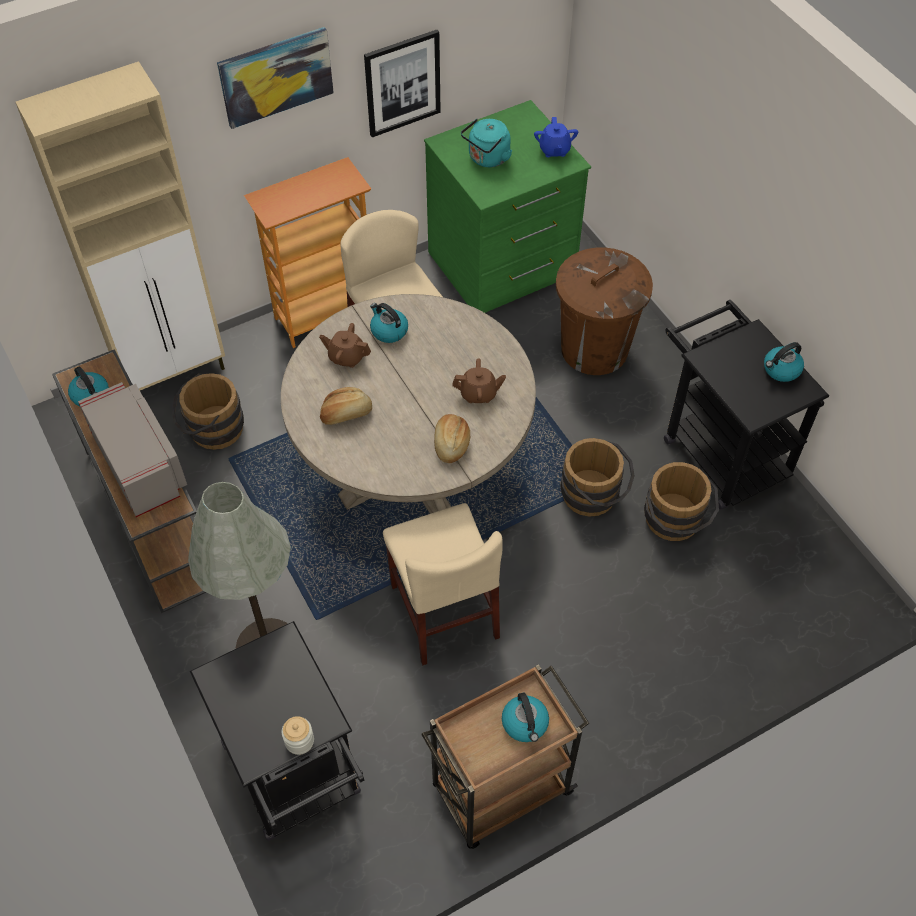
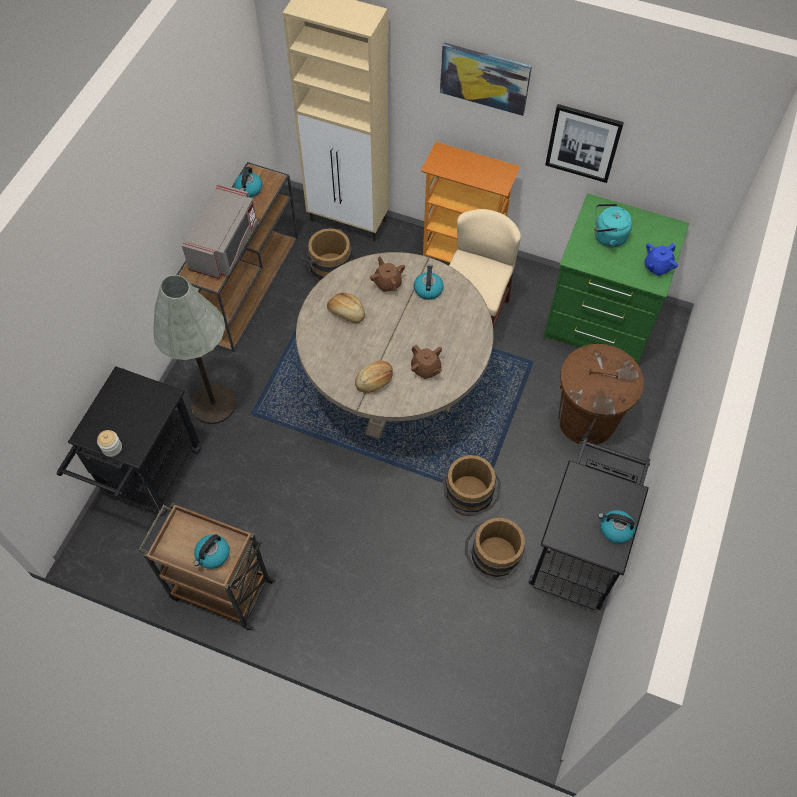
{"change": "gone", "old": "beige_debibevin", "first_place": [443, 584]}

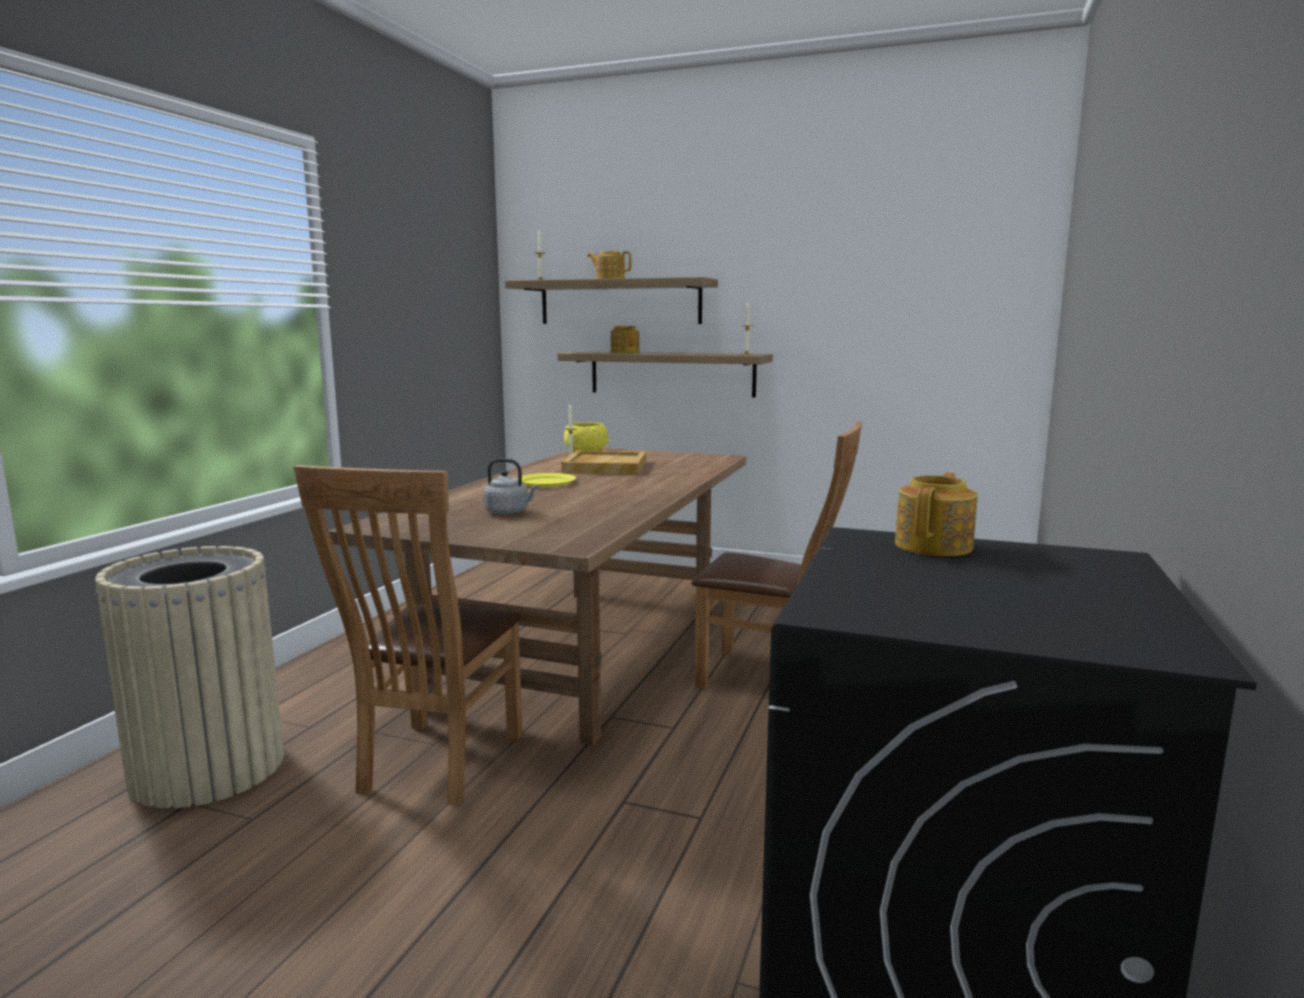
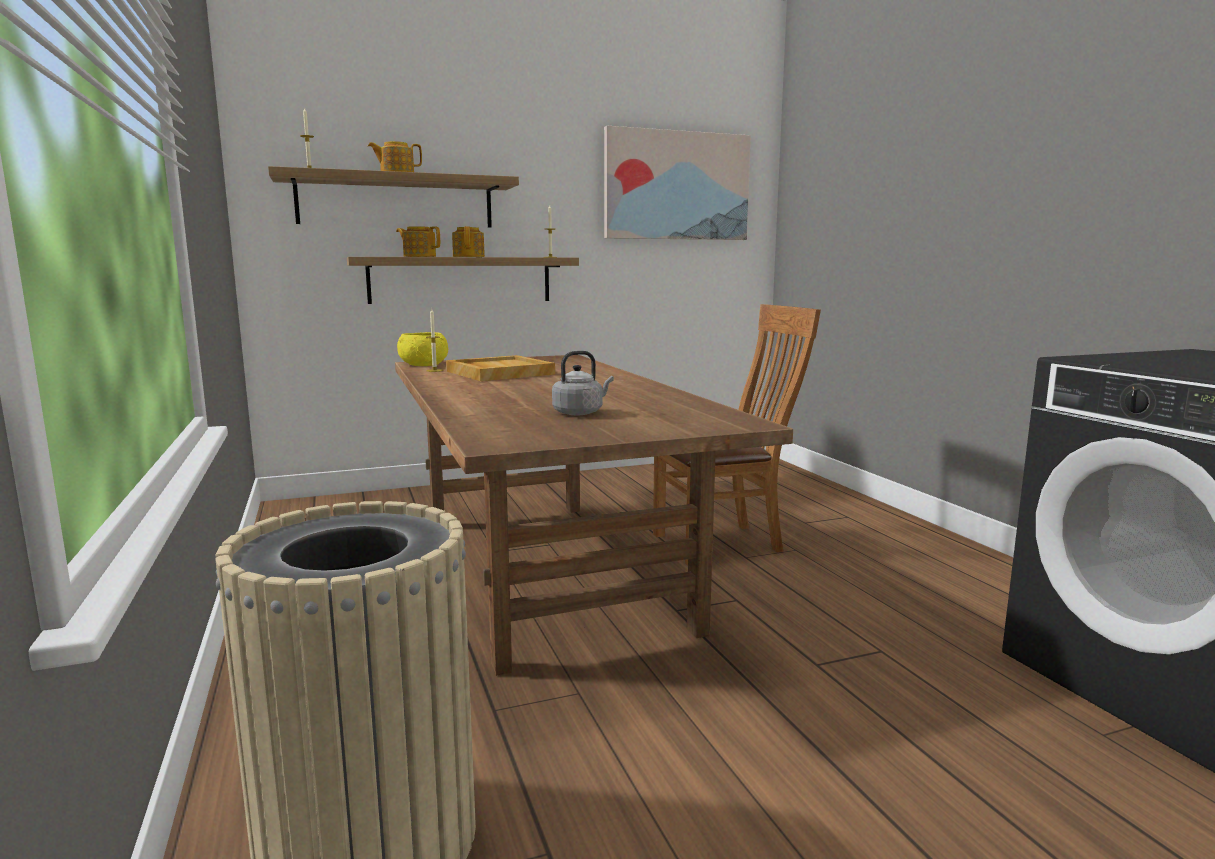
{"change": "shifted", "old": "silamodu", "first_place": [936, 514], "second_place": [468, 241]}
{"change": "new", "new": "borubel", "second_place": [677, 183]}
{"change": "gone", "old": "brown_debibevin", "first_place": [408, 635]}
{"change": "gone", "old": "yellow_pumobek", "first_place": [546, 480]}

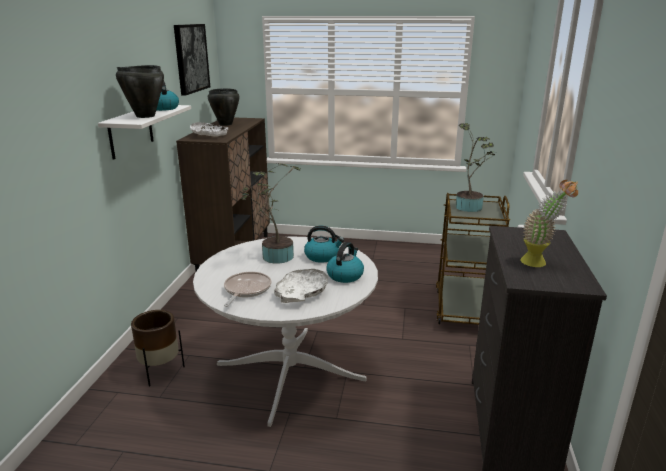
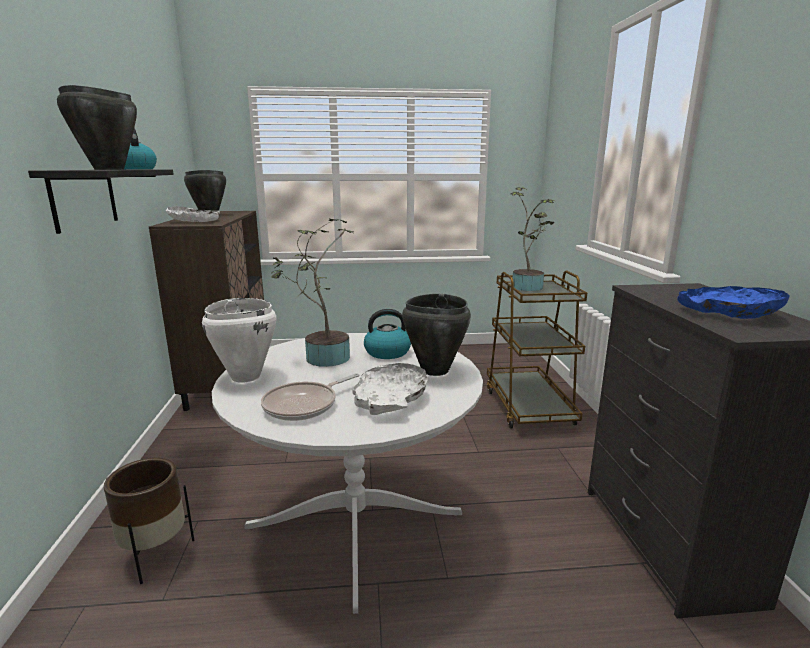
{"change": "repainted", "old": "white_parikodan", "new": "black_parikodan", "first_place": [144, 132], "second_place": [101, 202]}
{"change": "new", "new": "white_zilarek", "second_place": [239, 340]}
{"change": "rotated", "old": "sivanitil", "first_place": [247, 289], "second_place": [310, 397], "degrees": -135}
{"change": "swapped", "old": "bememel", "new": "black_zilarek", "first_place": [345, 262], "second_place": [436, 335]}
{"change": "swapped", "old": "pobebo", "new": "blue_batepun", "first_place": [549, 223], "second_place": [733, 302]}
{"change": "gone", "old": "borubel", "first_place": [192, 59]}

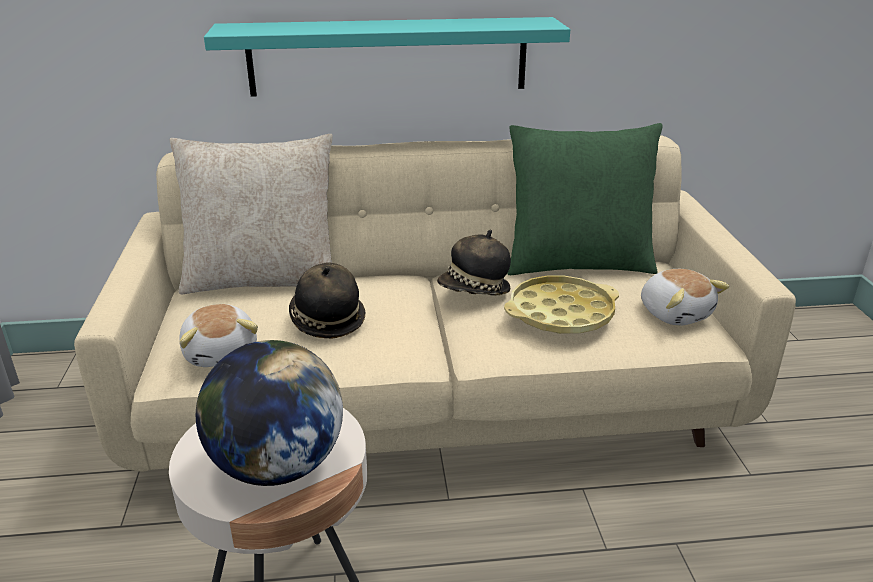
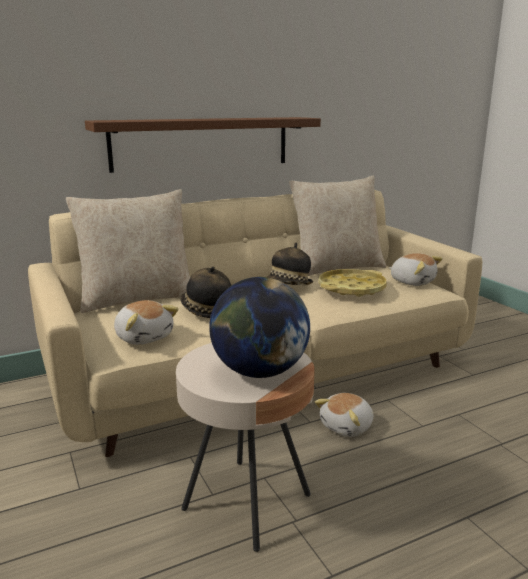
{"change": "repainted", "old": "turquoise_parikodan", "new": "brown_parikodan", "first_place": [387, 57], "second_place": [203, 145]}
{"change": "repainted", "old": "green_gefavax", "new": "beige_gefavax", "first_place": [585, 199], "second_place": [338, 226]}
{"change": "new", "new": "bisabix", "second_place": [344, 415]}

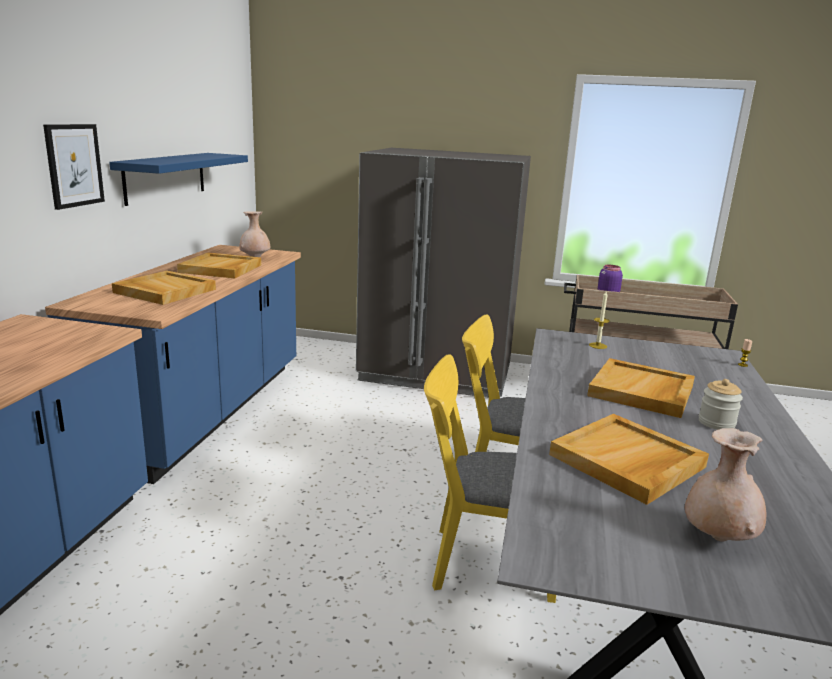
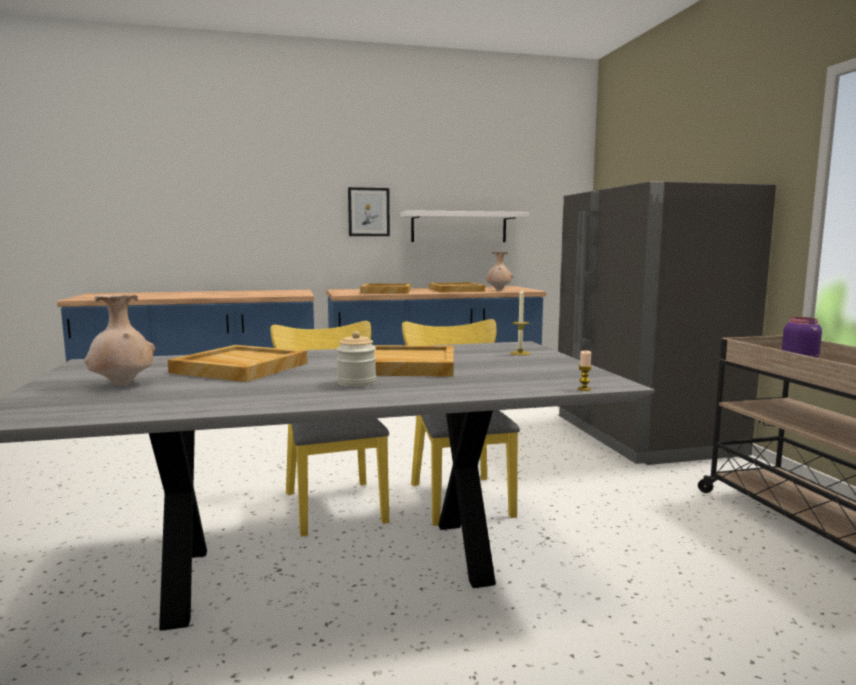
{"change": "repainted", "old": "blue_parikodan", "new": "white_parikodan", "first_place": [178, 179], "second_place": [464, 226]}

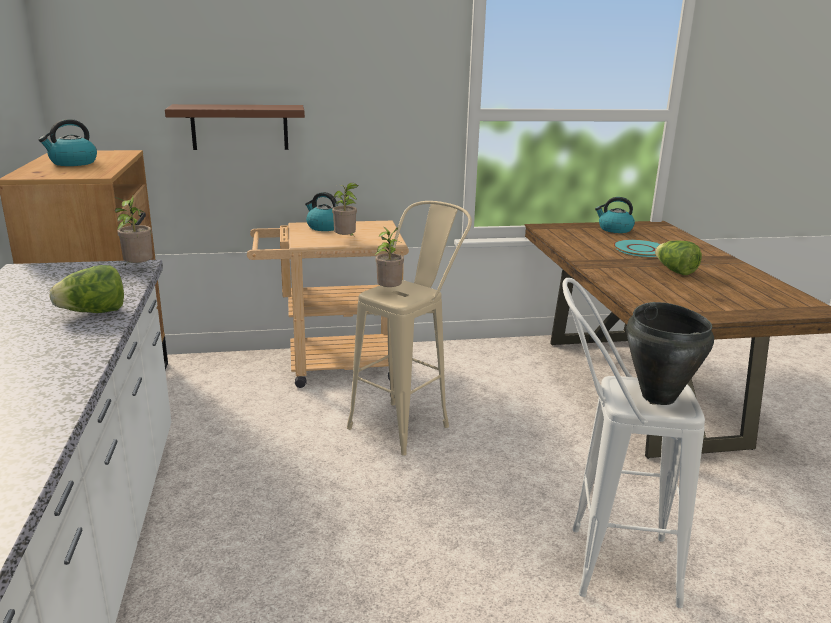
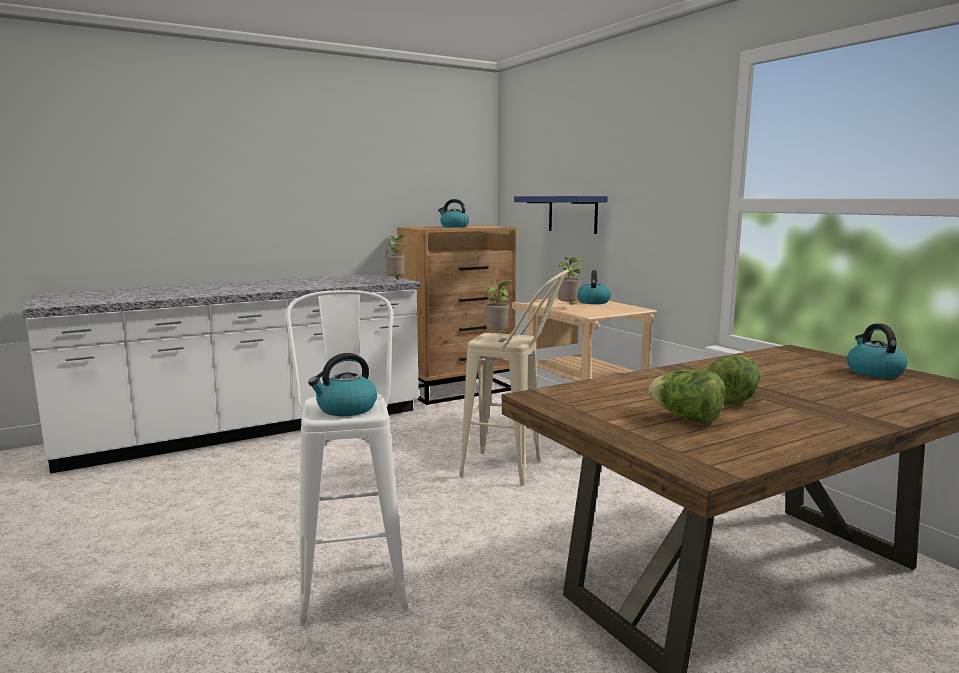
{"change": "swapped", "old": "black_zilarek", "new": "bememel", "first_place": [670, 353], "second_place": [342, 384]}
{"change": "repainted", "old": "brown_parikodan", "new": "blue_parikodan", "first_place": [235, 127], "second_place": [561, 215]}
{"change": "shifted", "old": "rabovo", "first_place": [86, 289], "second_place": [687, 397]}
{"change": "gone", "old": "turquoise_pumobek", "first_place": [636, 248]}

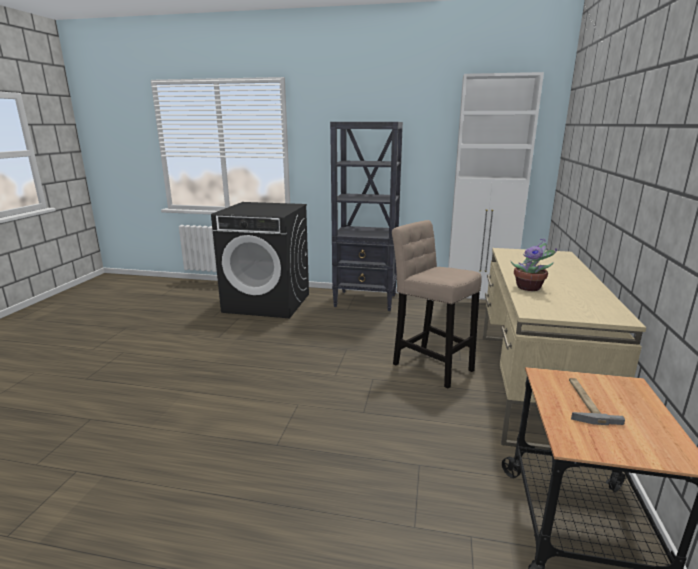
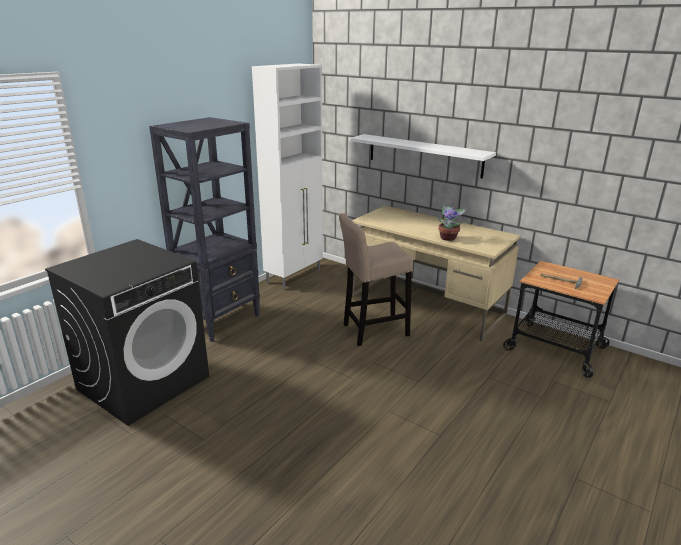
{"change": "new", "new": "white_parikodan", "second_place": [422, 156]}

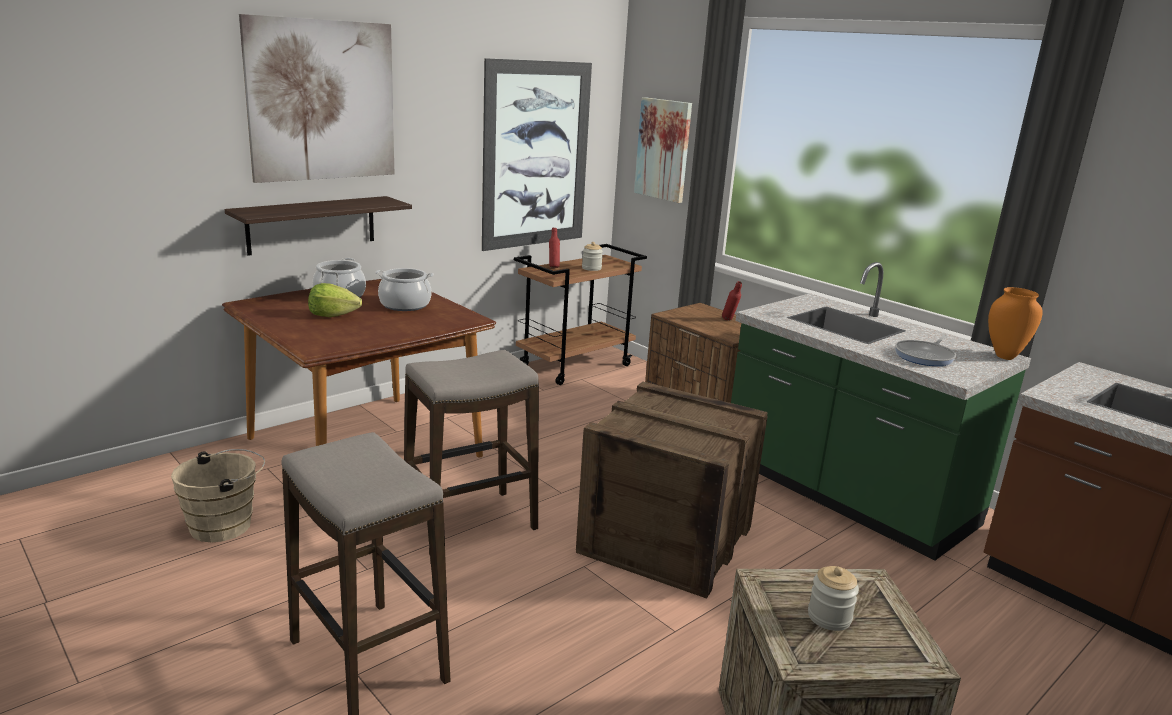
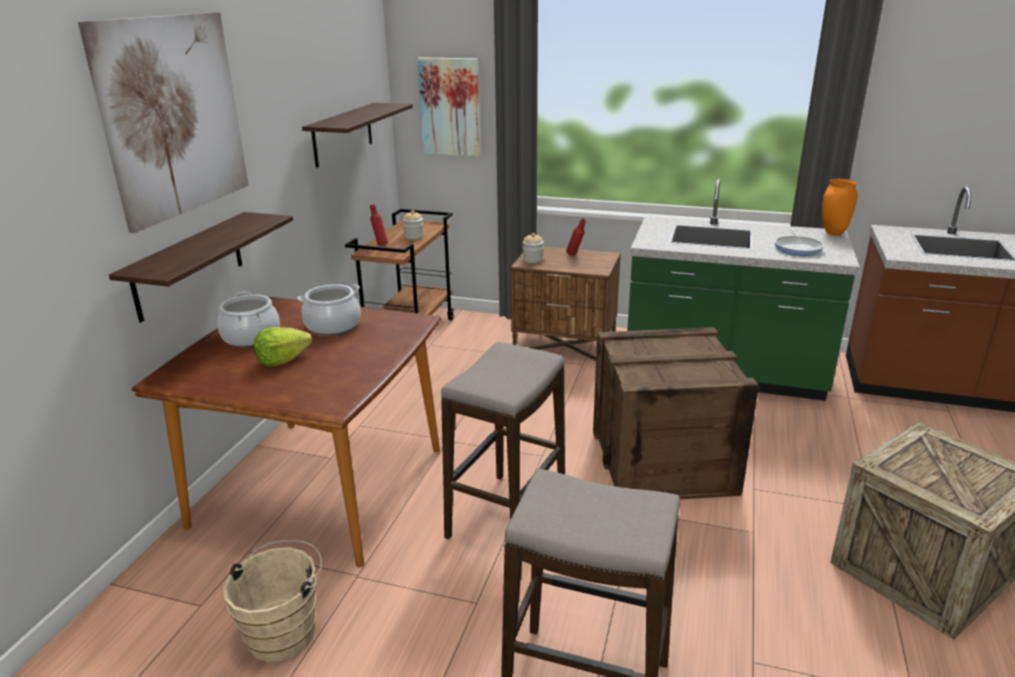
{"change": "swapped", "old": "borubel", "new": "parikodan", "first_place": [537, 154], "second_place": [357, 135]}
{"change": "shifted", "old": "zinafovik", "first_place": [833, 598], "second_place": [533, 248]}

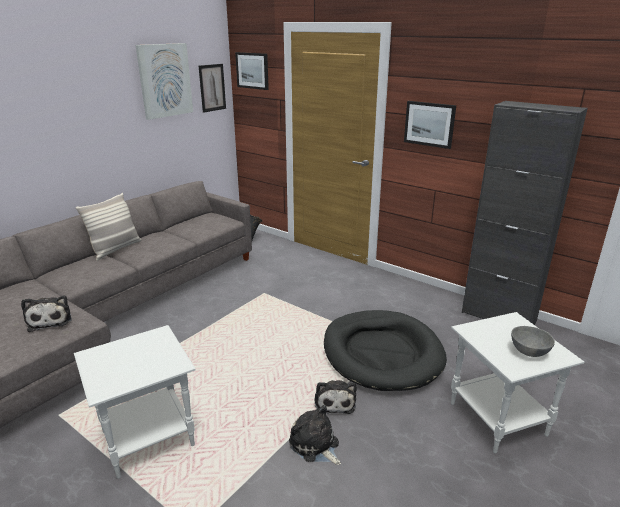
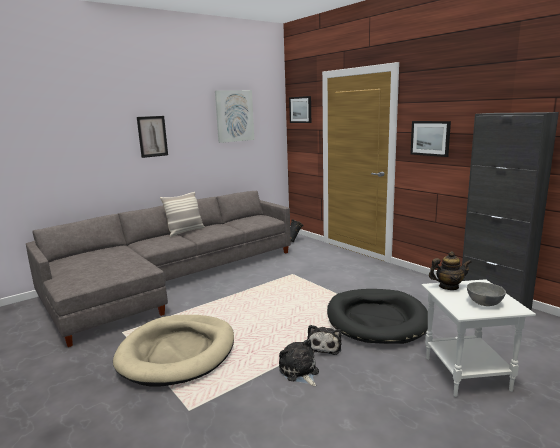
{"change": "swapped", "old": "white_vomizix", "new": "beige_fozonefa", "first_place": [135, 402], "second_place": [173, 351]}
{"change": "shifted", "old": "borubel", "first_place": [212, 88], "second_place": [152, 137]}
{"change": "new", "new": "silamodu", "second_place": [450, 270]}
{"change": "gone", "old": "bisabix", "first_place": [46, 313]}

